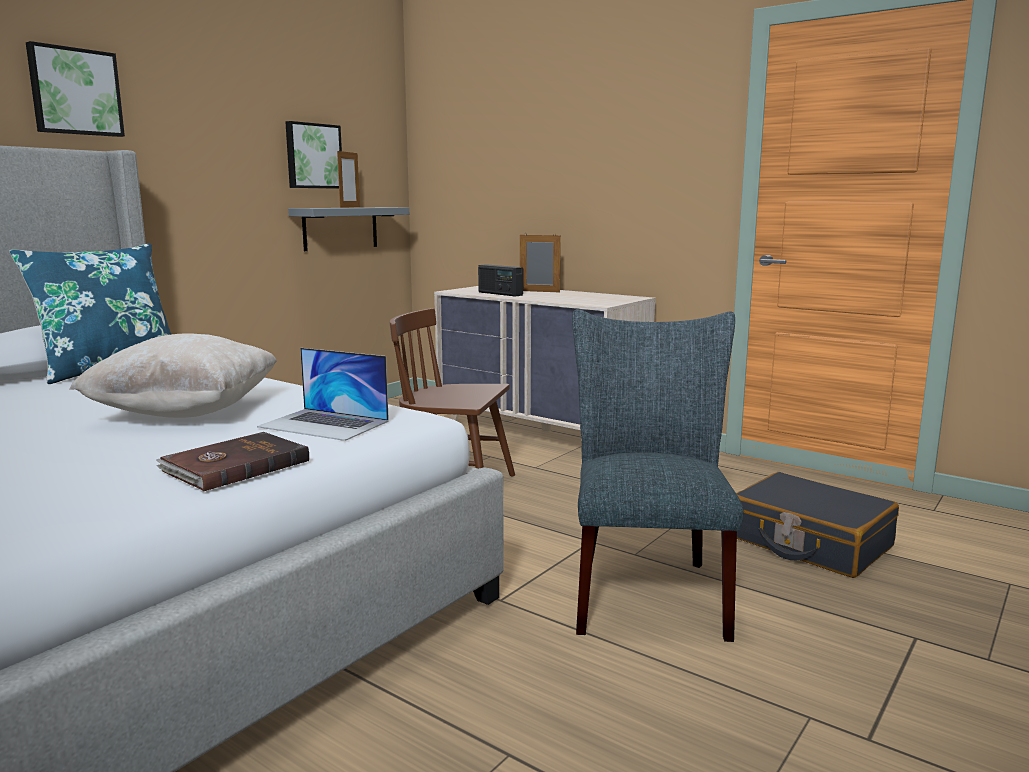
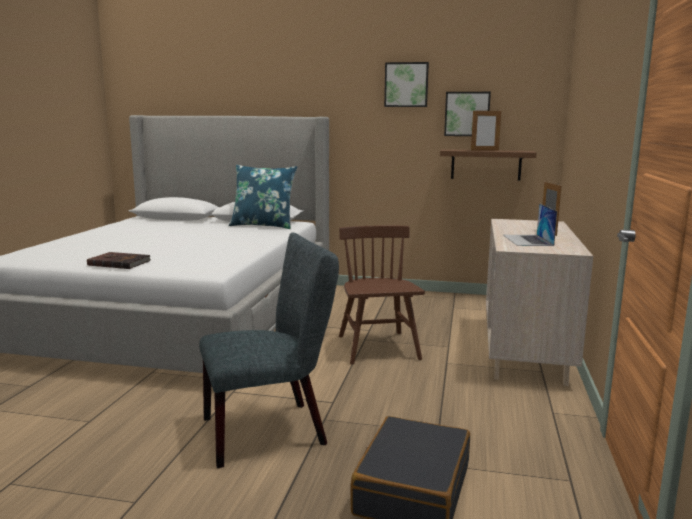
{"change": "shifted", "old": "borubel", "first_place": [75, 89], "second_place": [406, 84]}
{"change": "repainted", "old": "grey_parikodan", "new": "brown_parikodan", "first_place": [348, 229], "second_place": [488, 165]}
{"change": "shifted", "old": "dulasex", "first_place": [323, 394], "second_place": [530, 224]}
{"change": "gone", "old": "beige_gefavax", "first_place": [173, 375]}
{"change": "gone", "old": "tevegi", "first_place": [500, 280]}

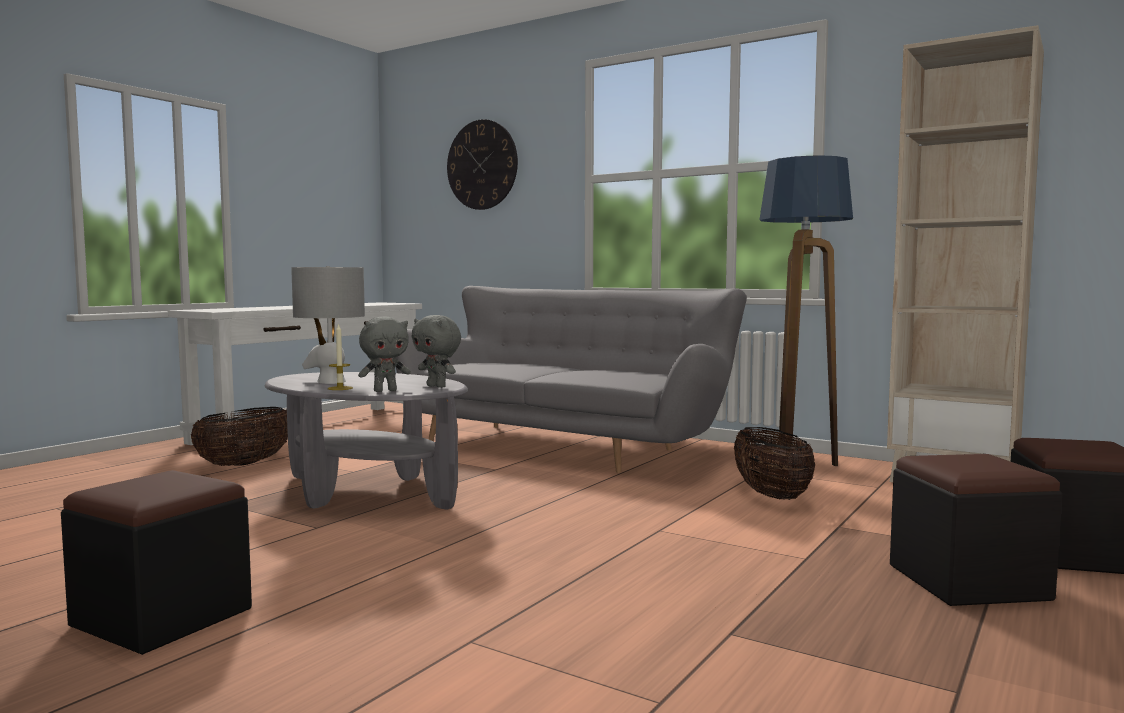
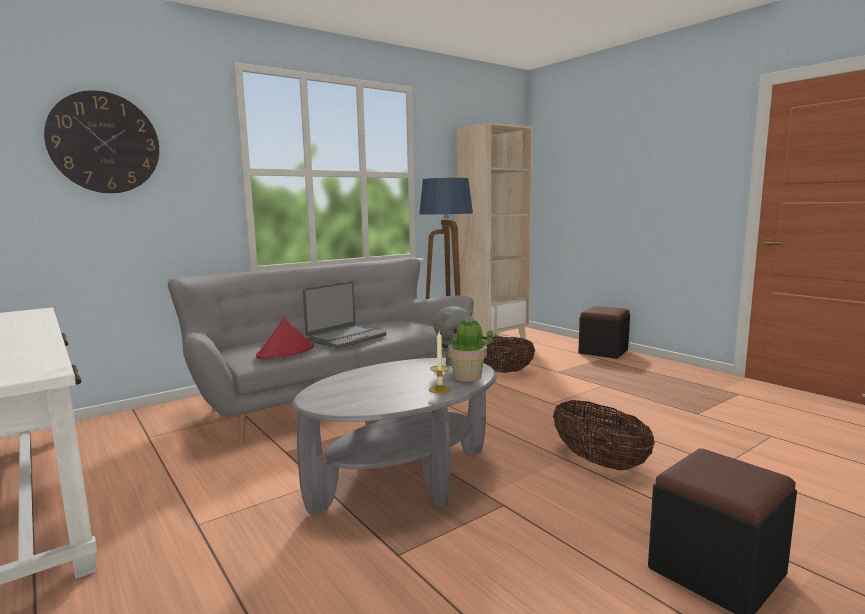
{"change": "new", "new": "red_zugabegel", "second_place": [285, 338]}
{"change": "new", "new": "dulasex", "second_place": [345, 314]}
{"change": "swapped", "old": "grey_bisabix", "new": "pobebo", "first_place": [384, 354], "second_place": [470, 348]}
{"change": "shifted", "old": "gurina", "first_place": [239, 436], "second_place": [604, 435]}
{"change": "gone", "old": "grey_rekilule", "first_place": [328, 325]}
{"change": "gone", "old": "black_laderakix", "first_place": [976, 530]}

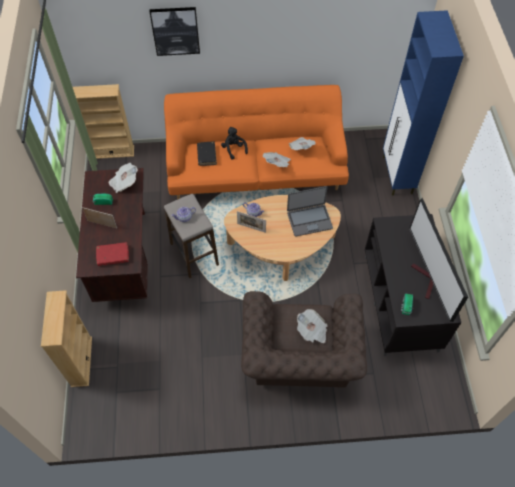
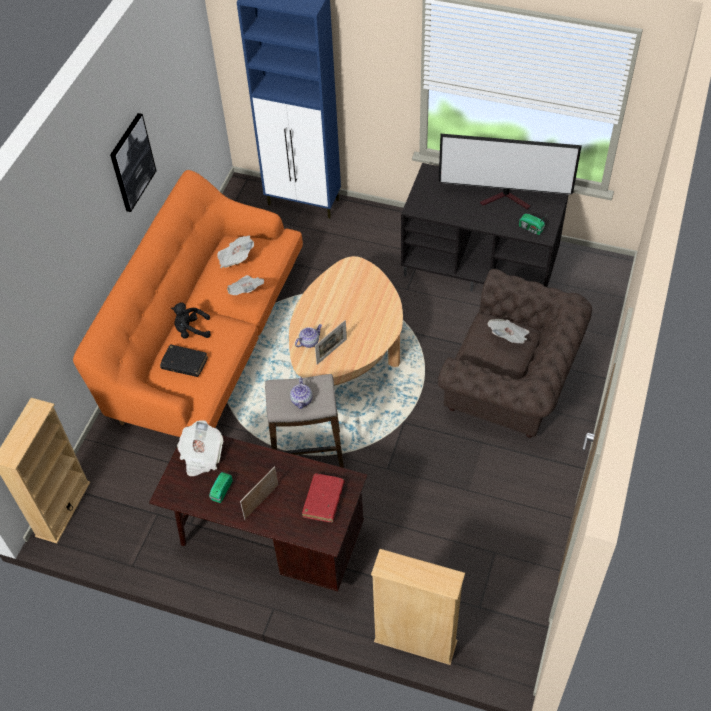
{"change": "shifted", "old": "borubel", "first_place": [174, 31], "second_place": [133, 162]}
{"change": "gone", "old": "dulasex", "first_place": [310, 211]}

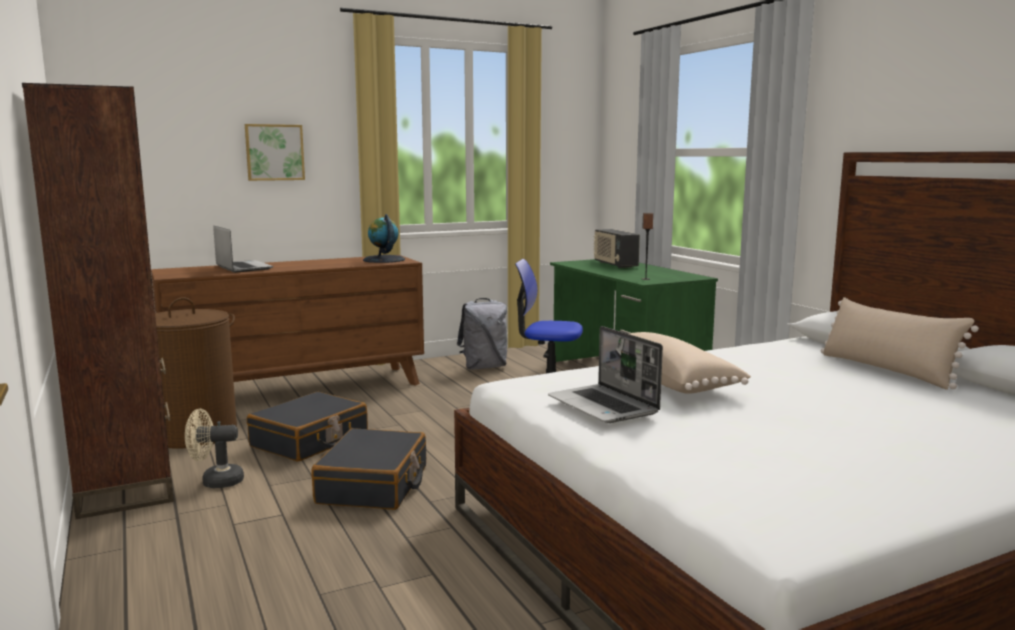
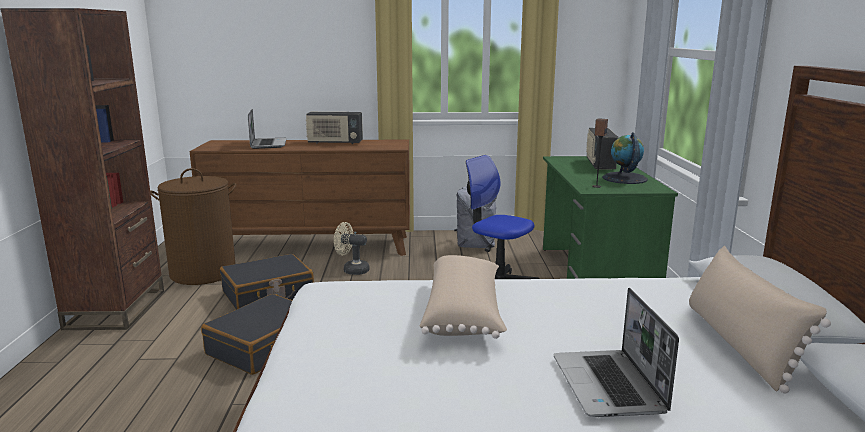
{"change": "new", "new": "tevegi", "second_place": [334, 128]}
{"change": "shifted", "old": "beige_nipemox", "first_place": [214, 448], "second_place": [352, 248]}
{"change": "shifted", "old": "dulasex", "first_place": [605, 374], "second_place": [616, 352]}
{"change": "shifted", "old": "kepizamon", "first_place": [384, 238], "second_place": [625, 158]}
{"change": "gone", "old": "borubel", "first_place": [275, 152]}

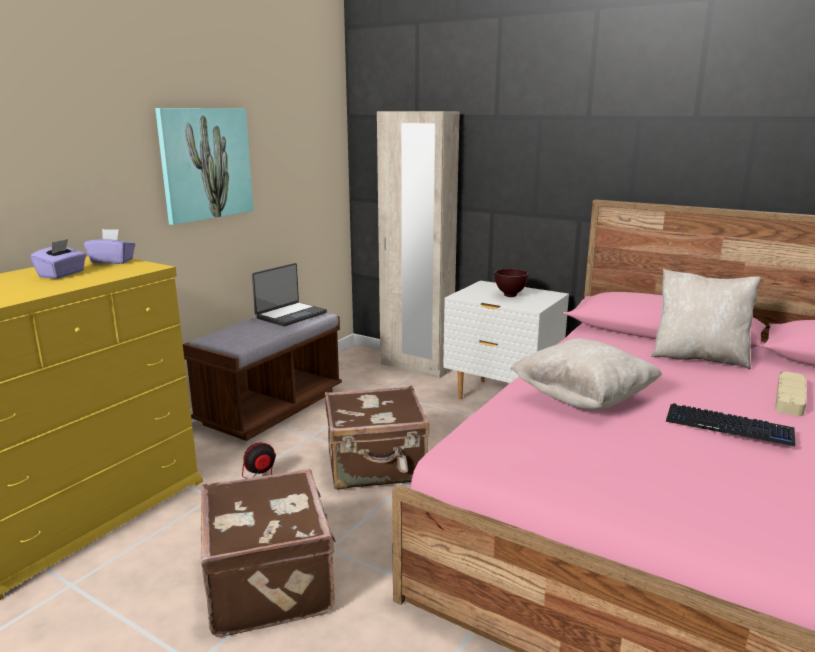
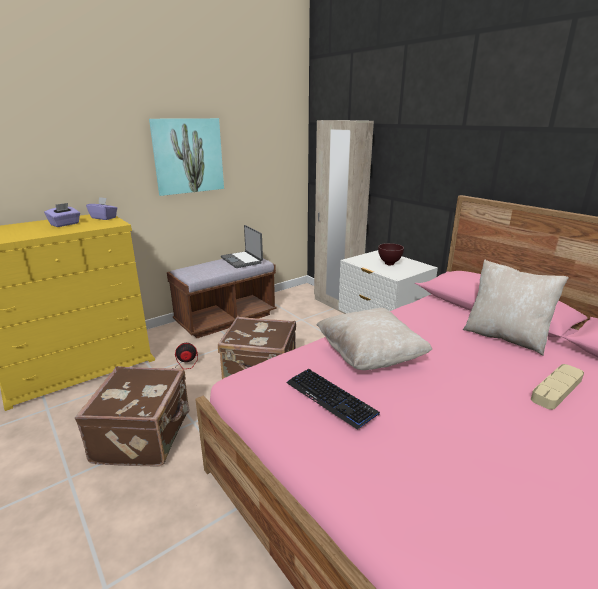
{"change": "rotated", "old": "dulasex", "first_place": [289, 294], "second_place": [242, 246], "degrees": 90}
{"change": "shifted", "old": "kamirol", "first_place": [730, 424], "second_place": [333, 399]}

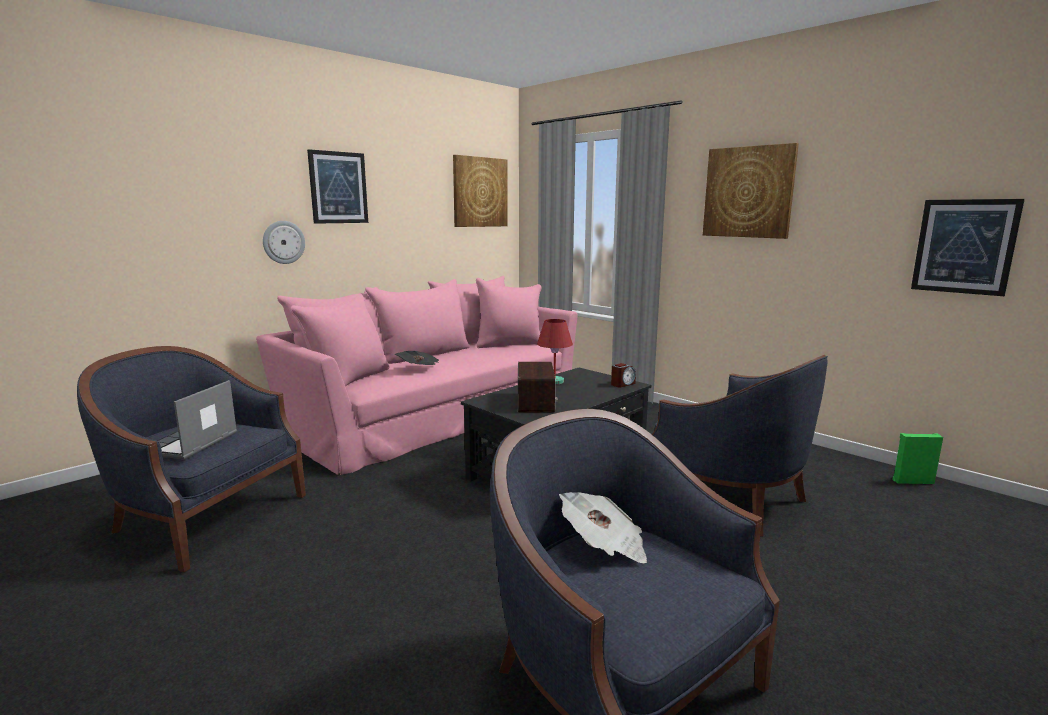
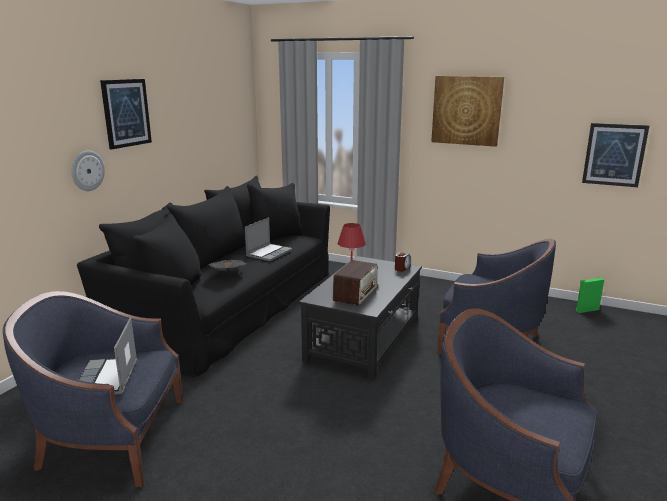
{"change": "repainted", "old": "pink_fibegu", "new": "black_fibegu", "first_place": [417, 375], "second_place": [203, 276]}
{"change": "new", "new": "dulasex", "second_place": [268, 239]}
{"change": "rotated", "old": "tevegi", "first_place": [538, 387], "second_place": [355, 283], "degrees": 45}
{"change": "gone", "old": "borubel", "first_place": [480, 191]}
{"change": "gone", "old": "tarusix", "first_place": [603, 527]}

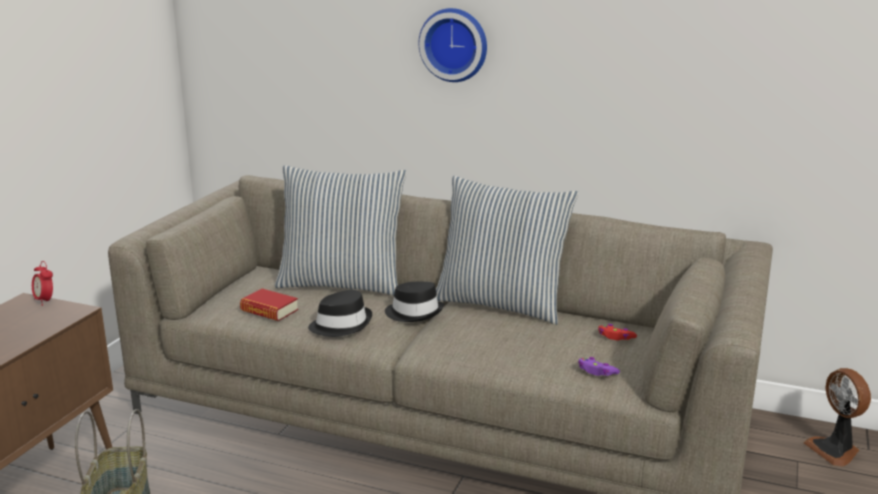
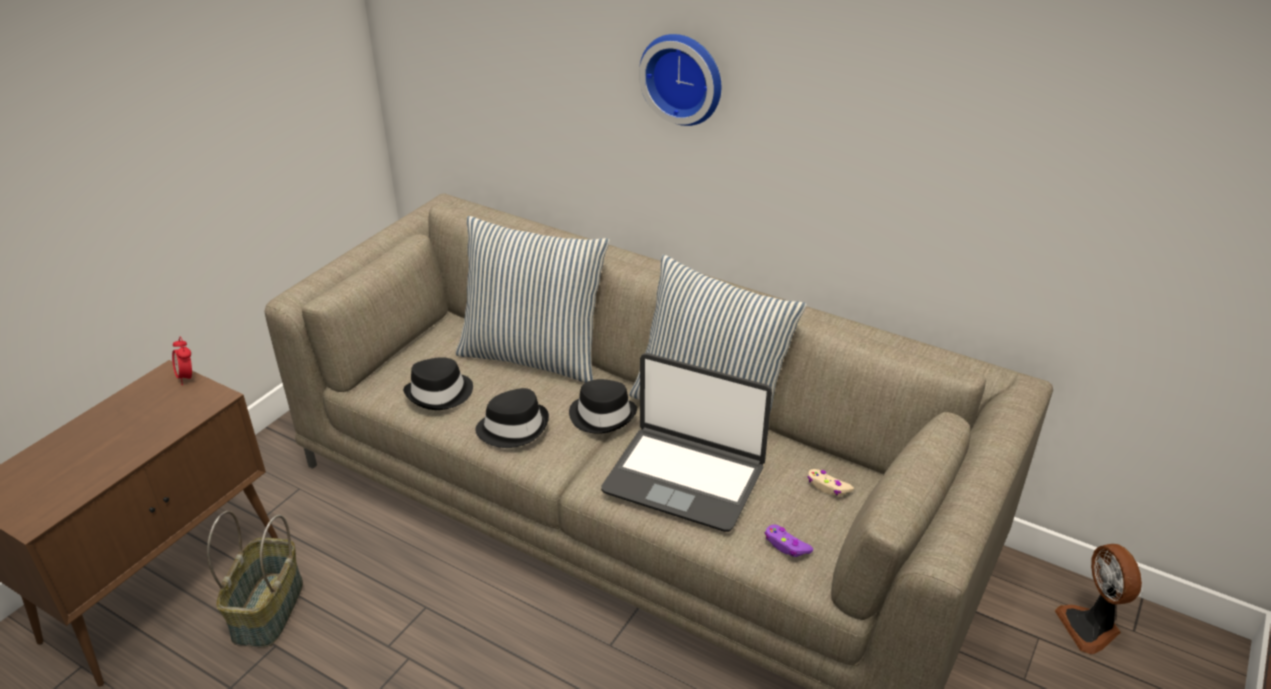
{"change": "swapped", "old": "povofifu", "new": "black_zugabegel", "first_place": [269, 305], "second_place": [438, 383]}
{"change": "new", "new": "dulasex", "second_place": [686, 442]}
{"change": "repainted", "old": "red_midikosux", "new": "beige_midikosux", "first_place": [617, 332], "second_place": [831, 482]}

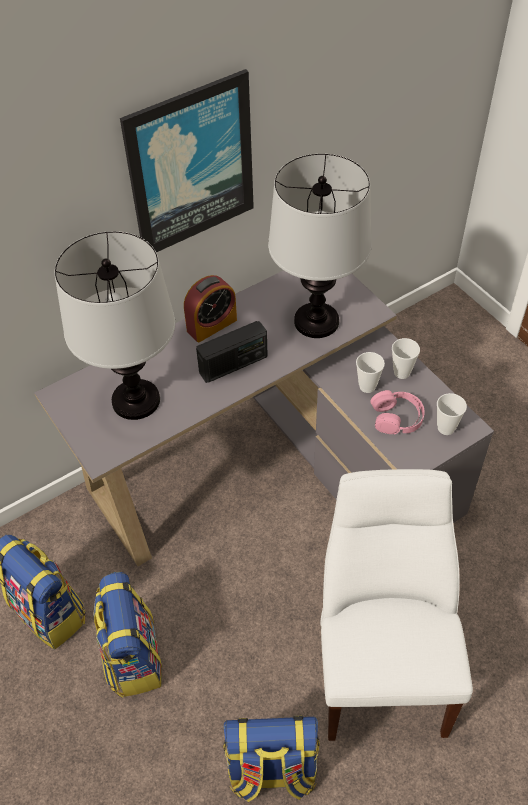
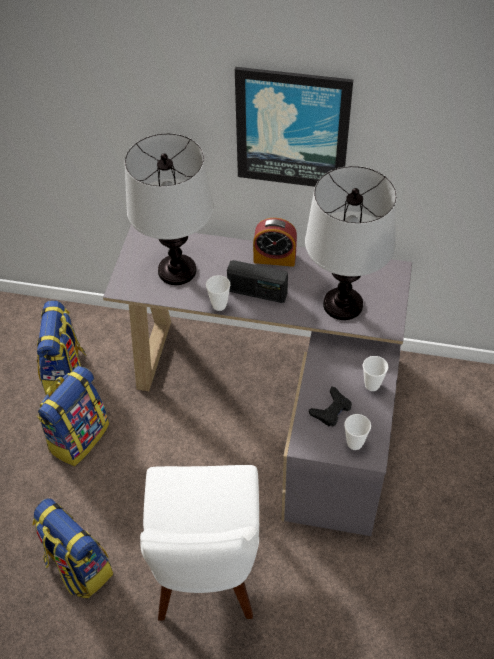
{"change": "rotated", "old": "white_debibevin", "first_place": [397, 605], "second_place": [199, 543], "degrees": 135}
{"change": "shifted", "old": "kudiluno", "first_place": [370, 372], "second_place": [218, 293]}
{"change": "swapped", "old": "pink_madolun", "new": "black_midikosux", "first_place": [397, 412], "second_place": [330, 407]}

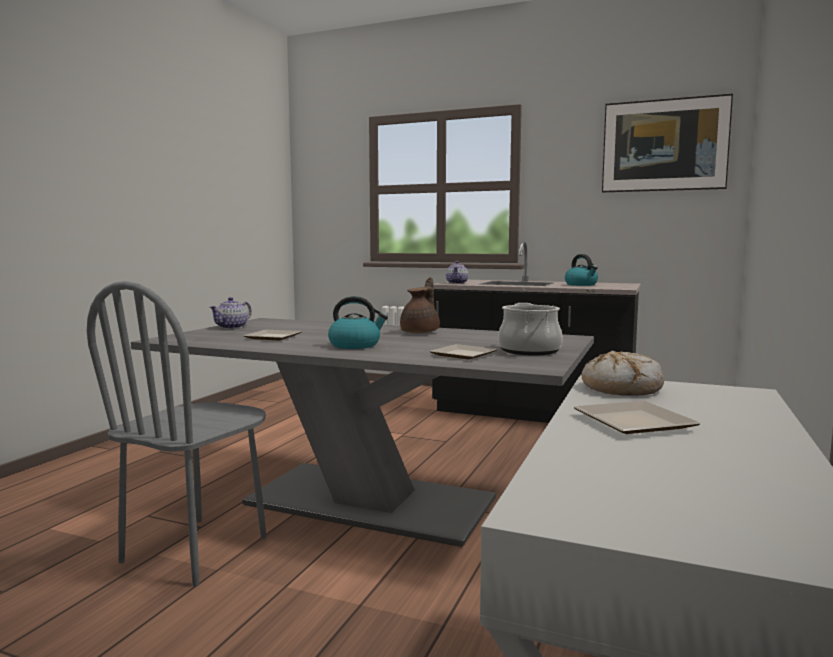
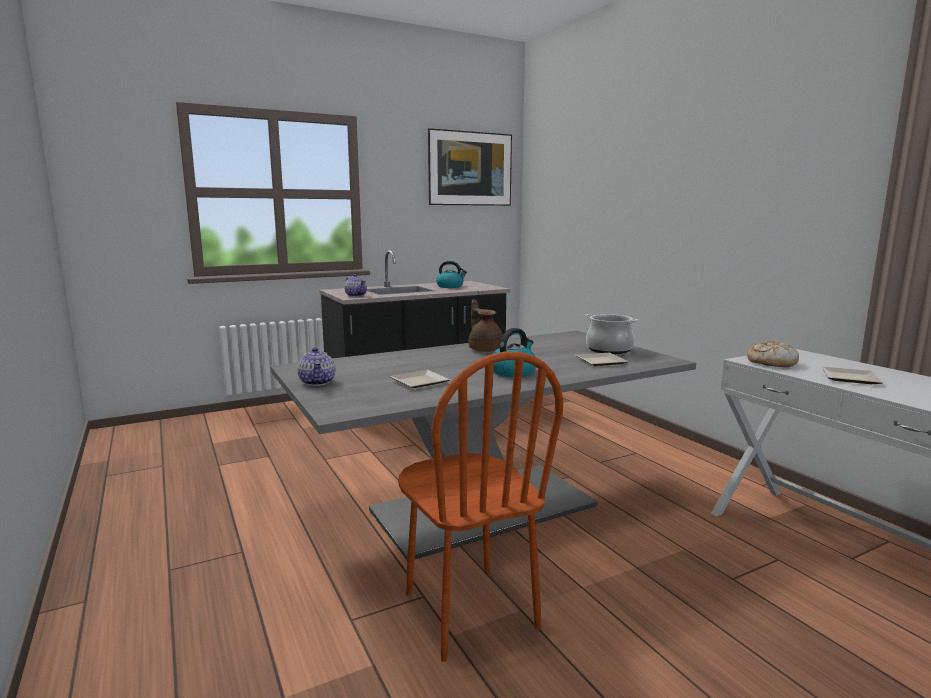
{"change": "repainted", "old": "grey_debibevin", "new": "brown_debibevin", "first_place": [176, 434], "second_place": [480, 507]}

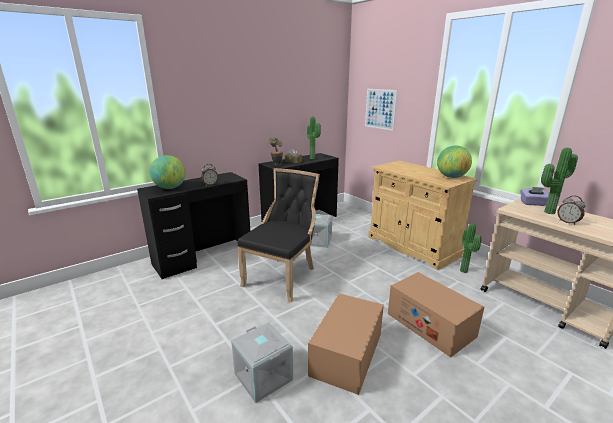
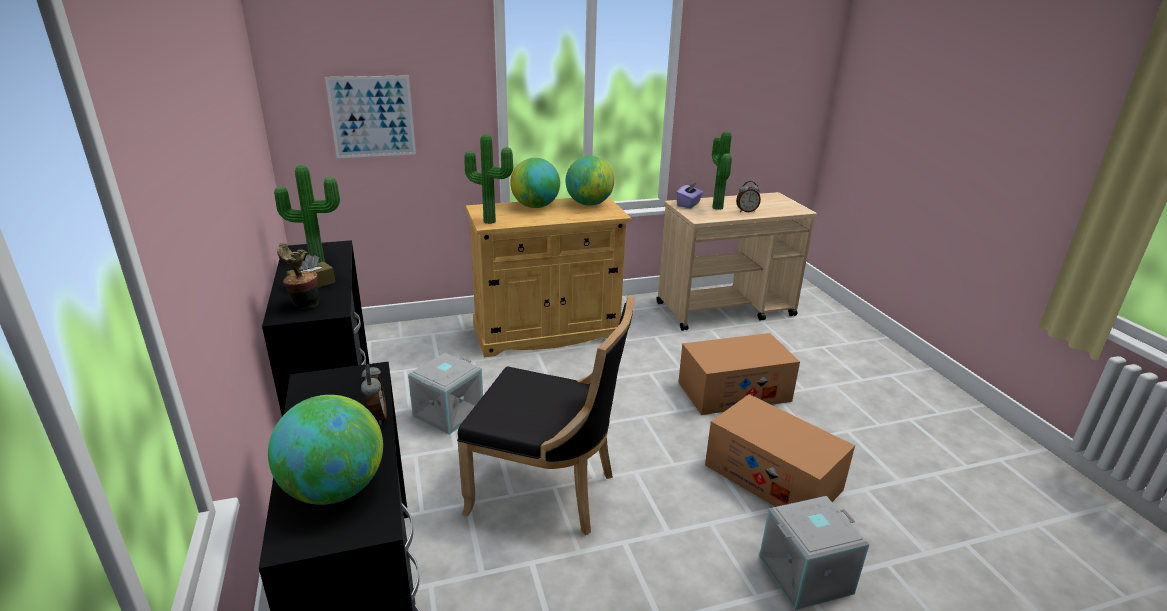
{"change": "rotated", "old": "black_debibevin", "first_place": [278, 235], "second_place": [545, 415], "degrees": 150}
{"change": "shifted", "old": "pobebo", "first_place": [471, 248], "second_place": [488, 179]}
{"change": "new", "new": "kepizamon", "second_place": [535, 183]}

